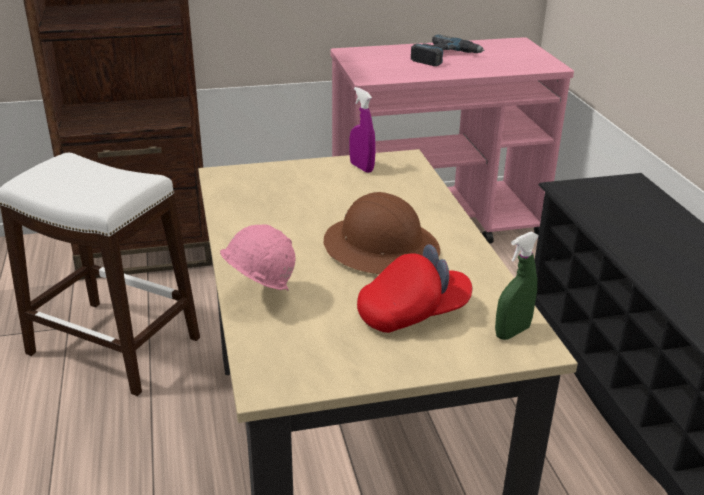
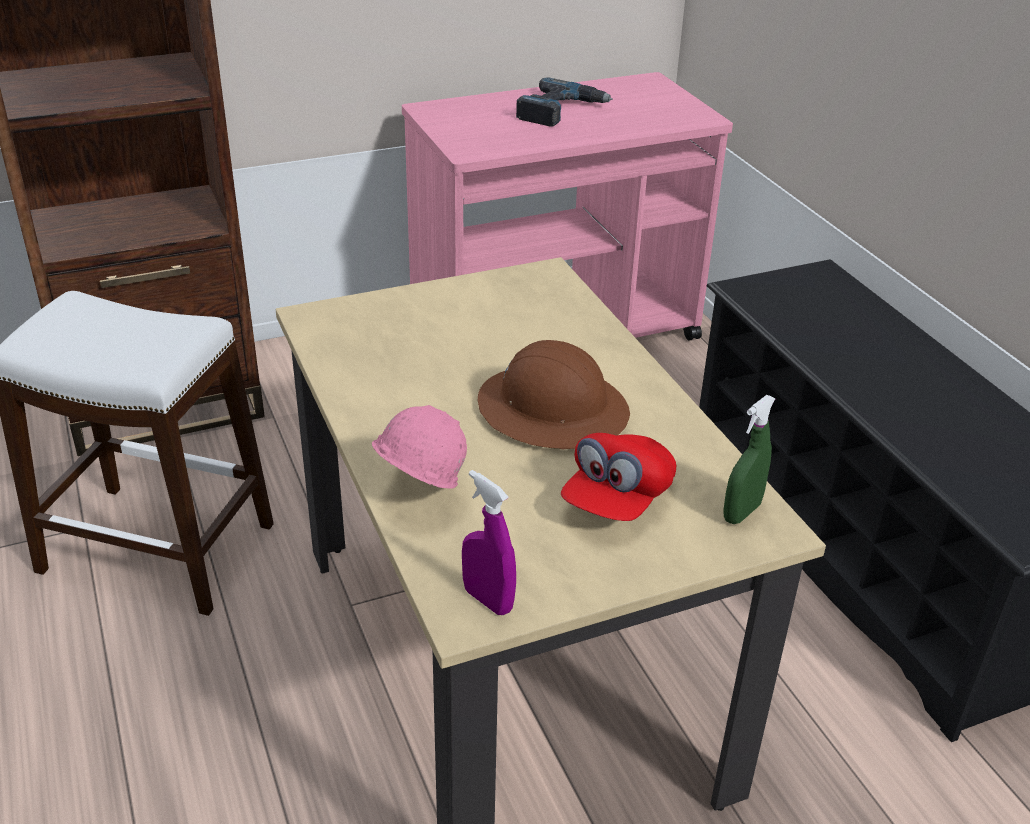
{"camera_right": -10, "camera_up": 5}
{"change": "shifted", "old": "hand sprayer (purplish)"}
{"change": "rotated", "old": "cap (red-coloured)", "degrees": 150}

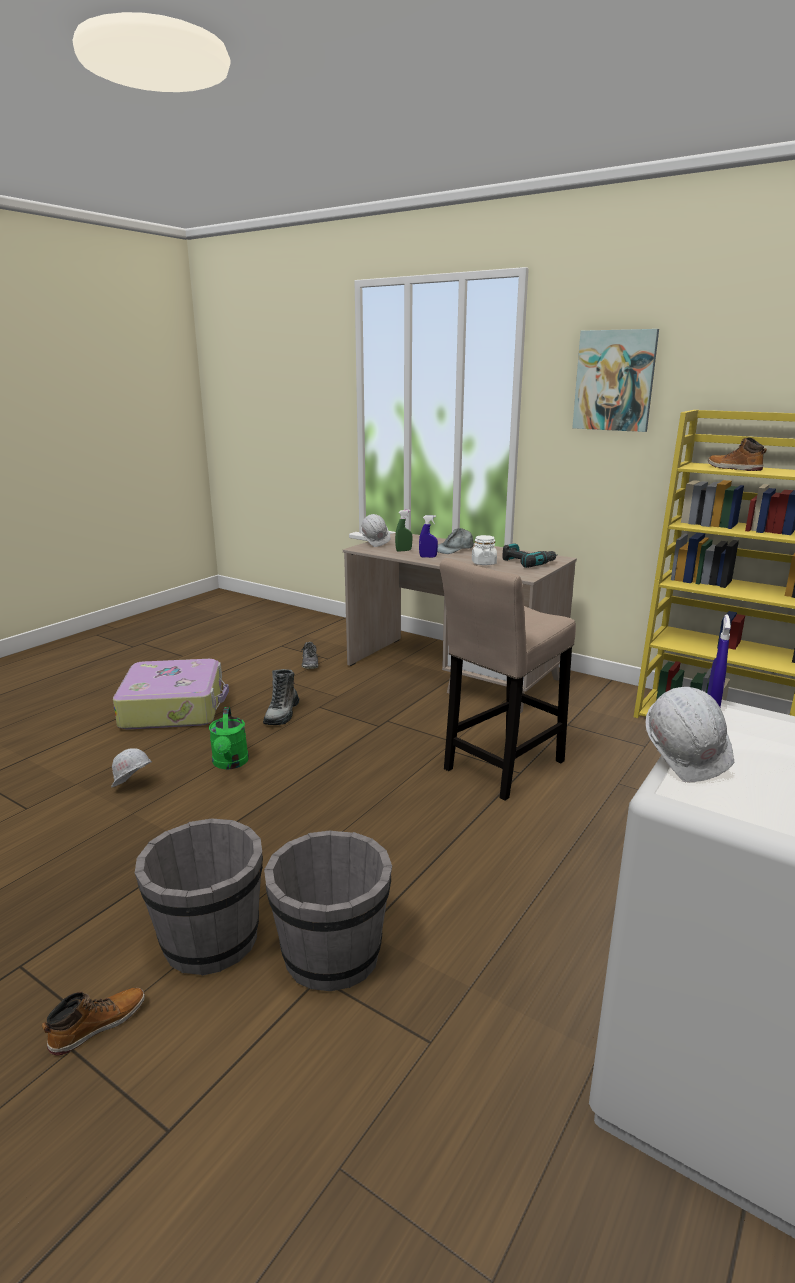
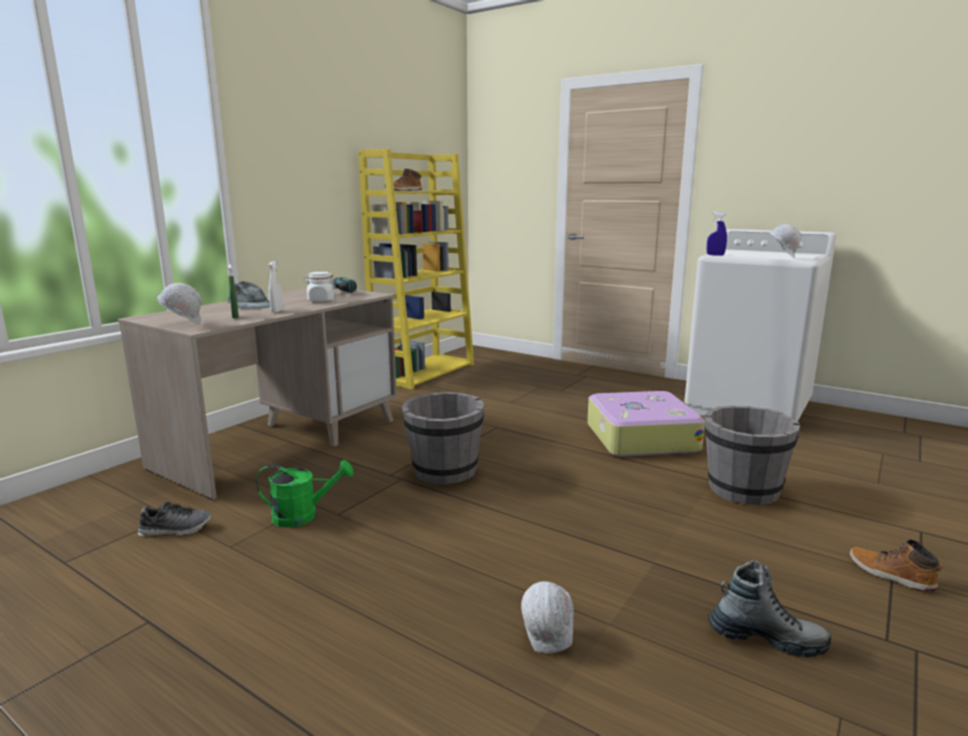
{"camera_right": -90, "camera_up": -5}
{"change": "gone", "old": "wall art"}
{"change": "repainted", "old": "hand sprayer (bluish) (no. 1 from left)", "new": "hand sprayer (whitish)"}
{"change": "gone", "old": "sitting stool (sand-coloured)"}
{"change": "shifted", "old": "suitcase"}
{"change": "shifted", "old": "tall boot (no. 2 from left)"}
{"change": "shifted", "old": "watering pot (green-coloured)"}
{"change": "shifted", "old": "pail (greyish) (no. 1 from left)"}

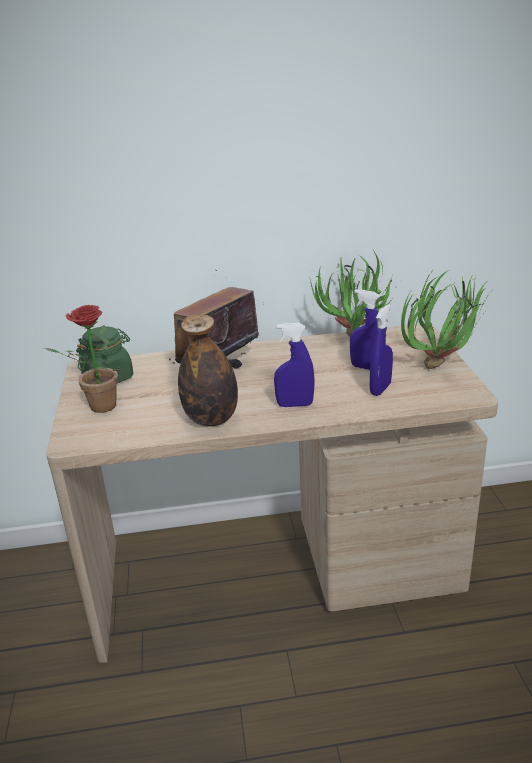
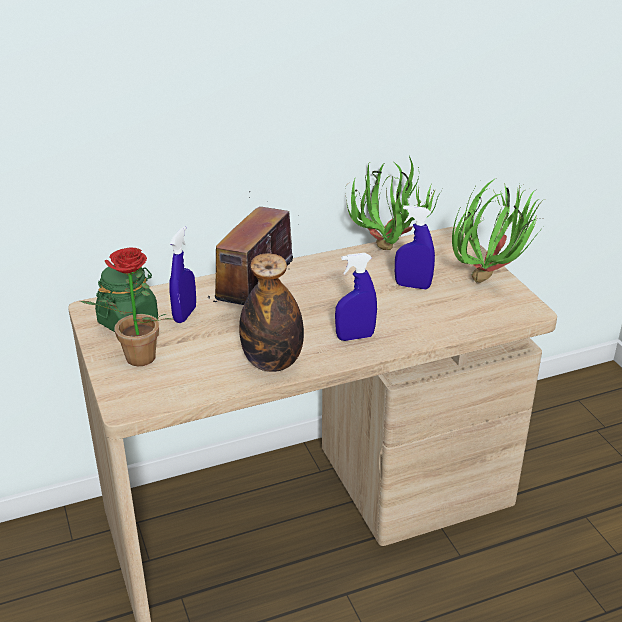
{"camera_right": -15, "camera_up": 5}
{"change": "shifted", "old": "hand sprayer (bluish) (no. 3 from left in the first image)", "new": "hand sprayer (bluish) (no. 1 from left)"}

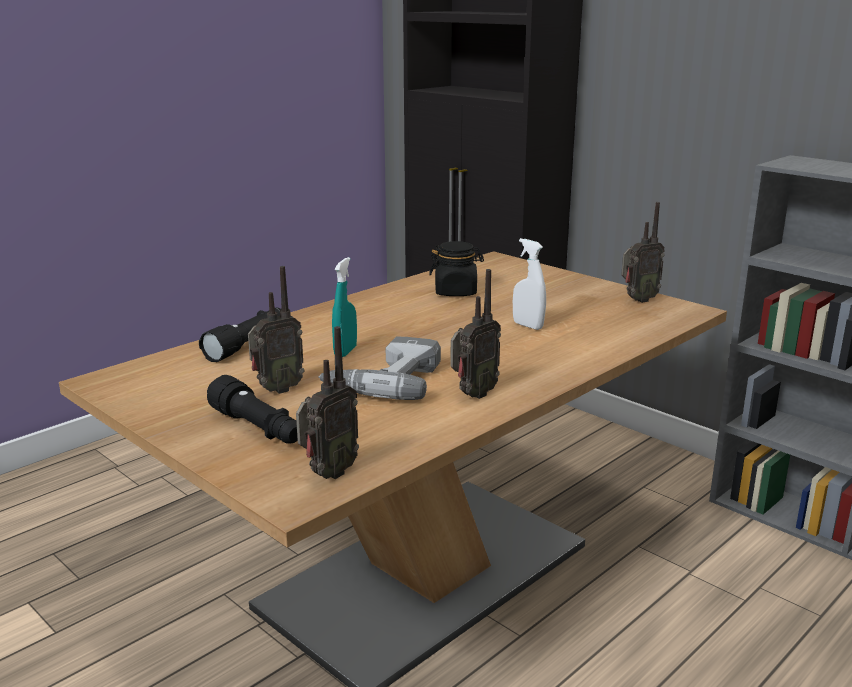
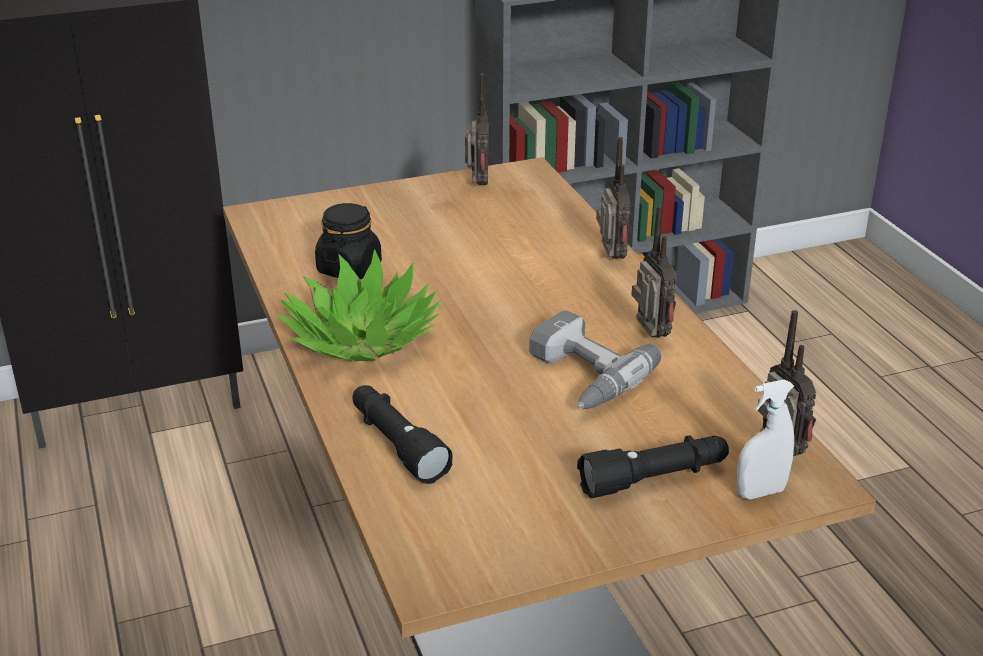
{"camera_right": -65, "camera_up": 10}
{"change": "shifted", "old": "hand sprayer (whitish)"}
{"change": "gone", "old": "hand sprayer (blue-green)"}
{"change": "shifted", "old": "radio set (no. 1 from left in the first image)", "new": "radio set (no. 2 from left)"}
{"change": "new", "new": "plant in a pot"}

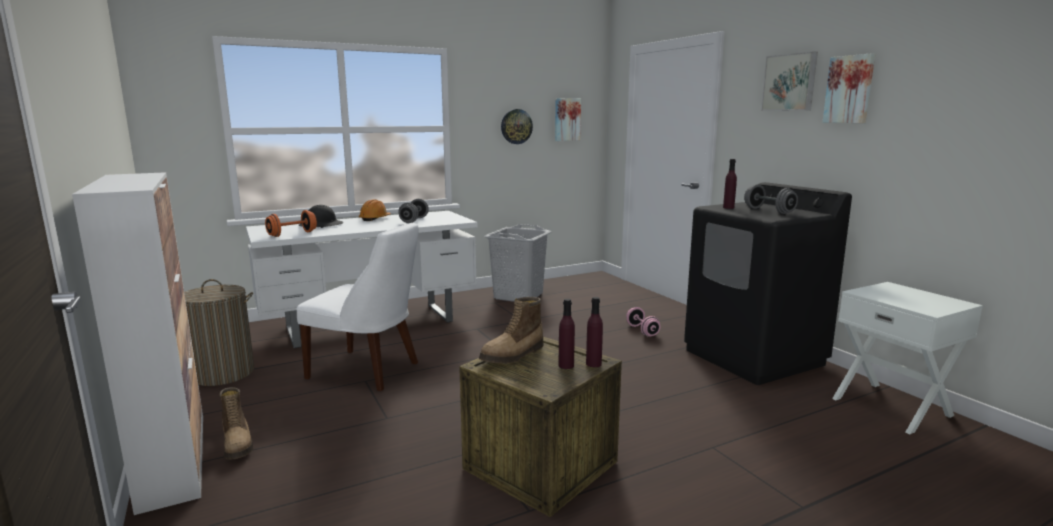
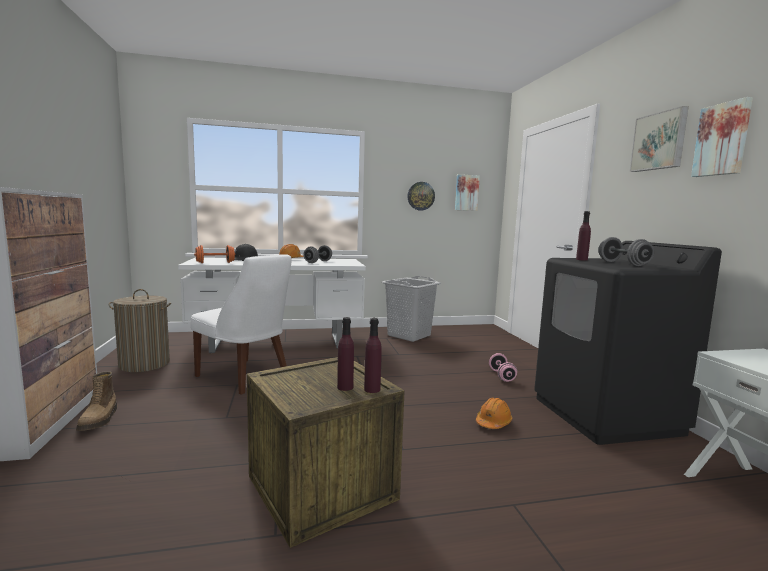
{"camera_right": 15, "camera_up": -5}
{"change": "gone", "old": "tall boot (no. 2 from left)"}
{"change": "new", "new": "work helmet (orange) (no. 2 from left)"}

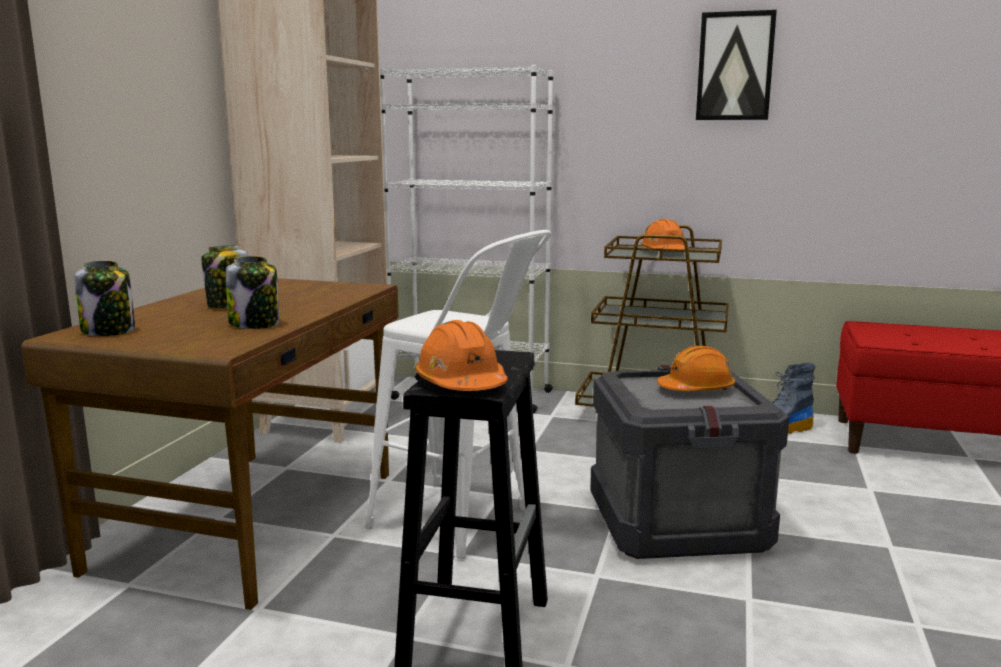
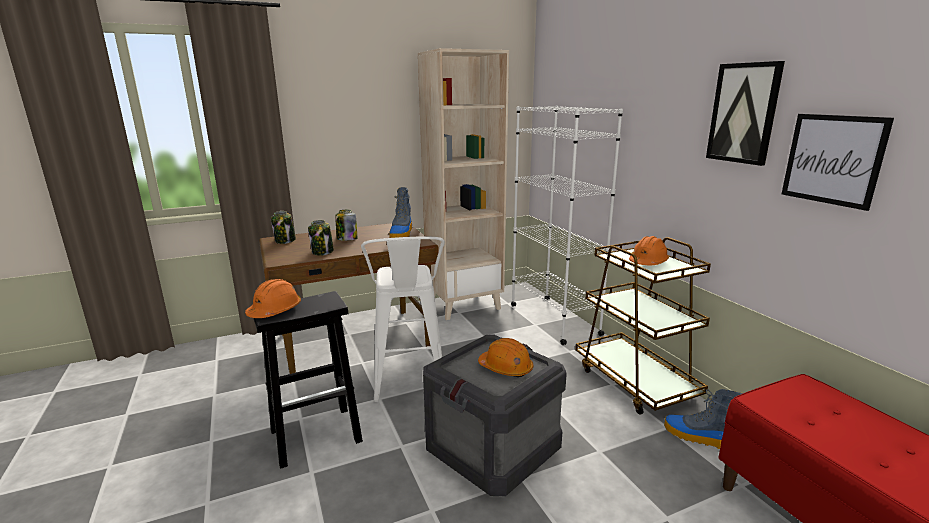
{"camera_right": 50, "camera_up": 5}
{"change": "new", "new": "wall art (no. 2 from left)"}
{"change": "new", "new": "tall boot (no. 1 from left)"}

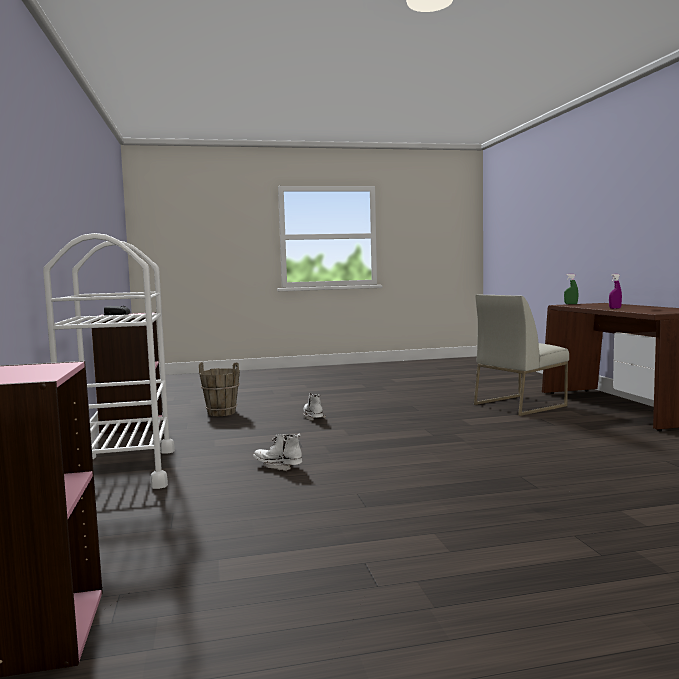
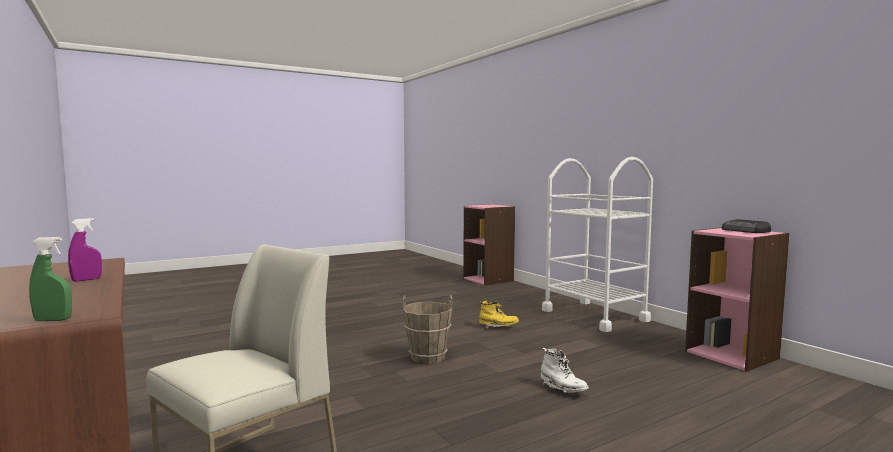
{"camera_right": 160, "camera_up": 0}
{"change": "shifted", "old": "pail (brown)"}
{"change": "repainted", "old": "tall boot (whitish) (no. 1 from left)", "new": "tall boot (yellowish)"}

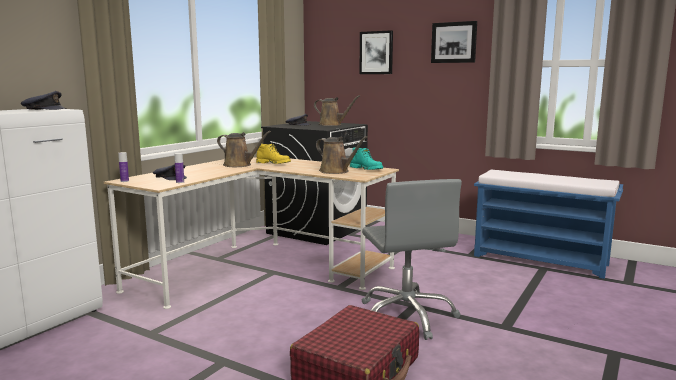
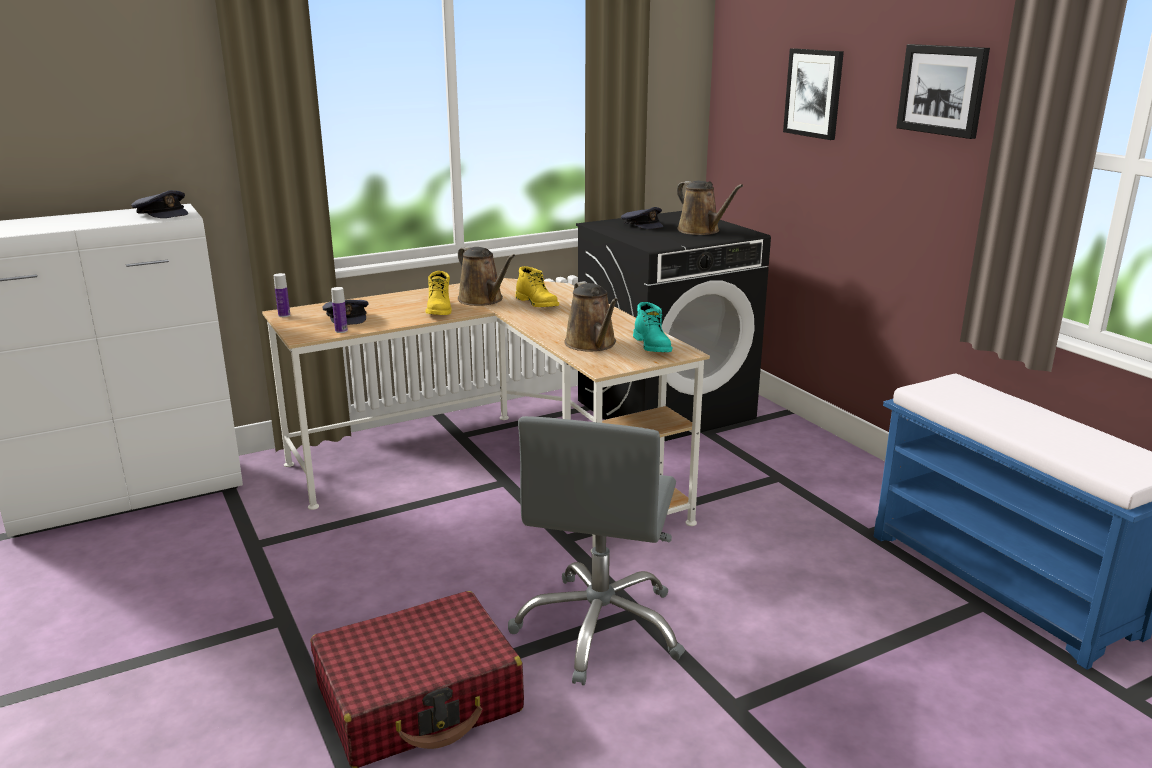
{"camera_right": 30, "camera_up": 10}
{"change": "new", "new": "tall boot (yellowish) (no. 1 from left)"}

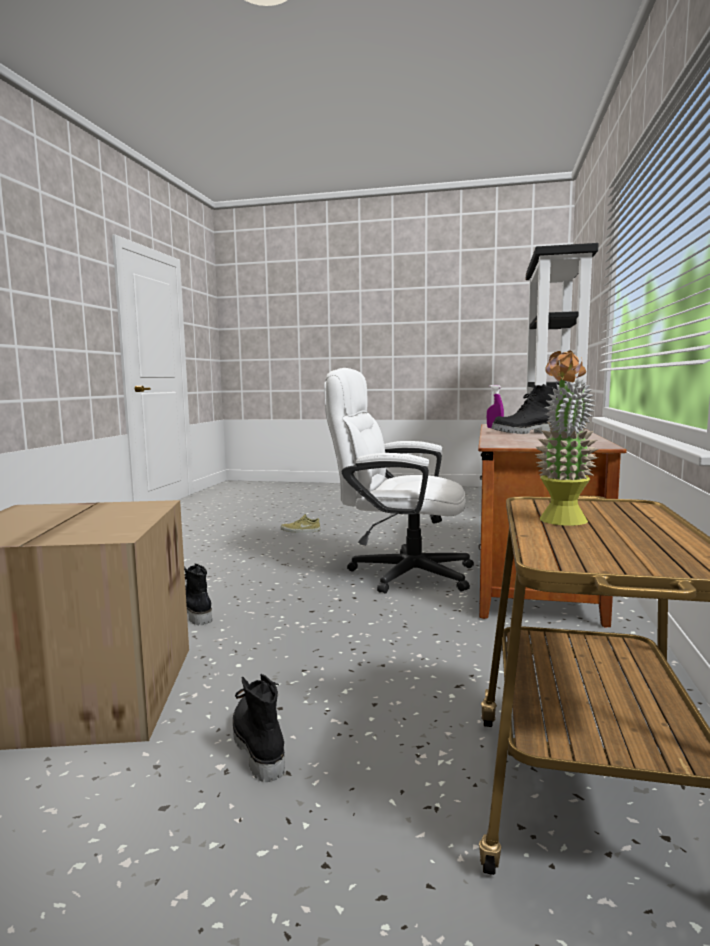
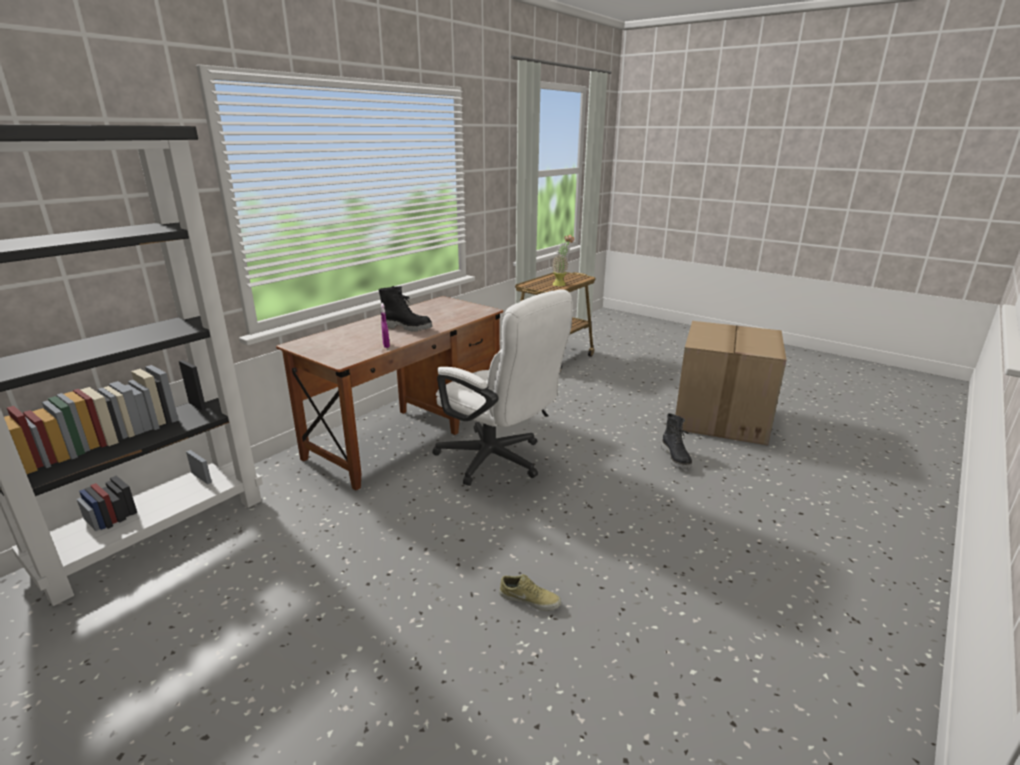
{"camera_right": -155, "camera_up": 15}
{"change": "gone", "old": "tall boot (blackish) (no. 2 from left)"}

